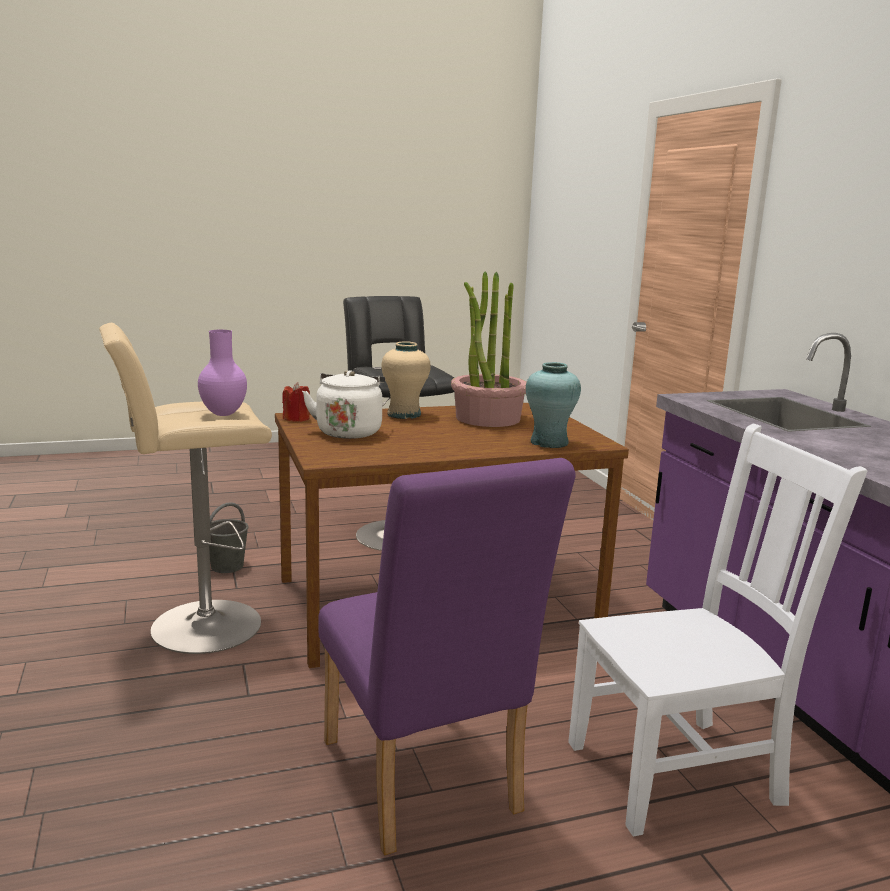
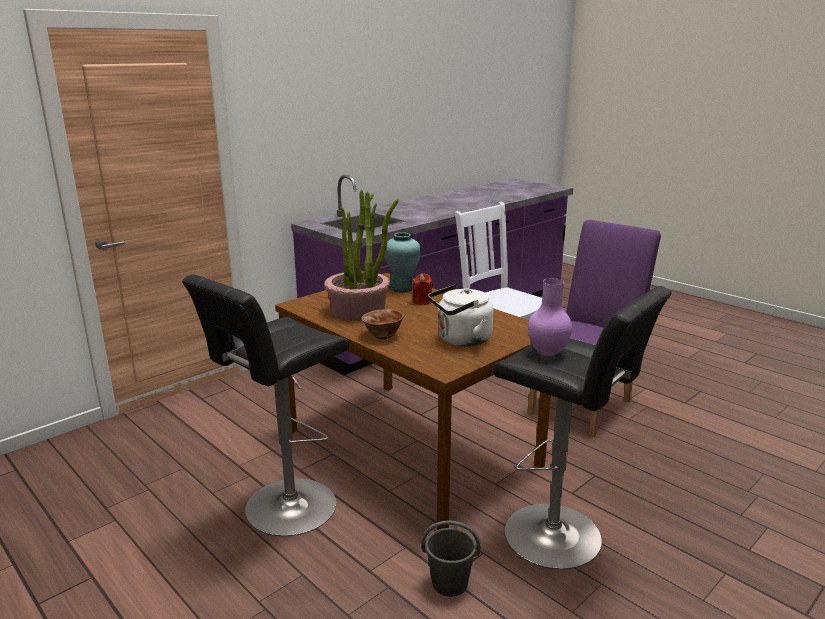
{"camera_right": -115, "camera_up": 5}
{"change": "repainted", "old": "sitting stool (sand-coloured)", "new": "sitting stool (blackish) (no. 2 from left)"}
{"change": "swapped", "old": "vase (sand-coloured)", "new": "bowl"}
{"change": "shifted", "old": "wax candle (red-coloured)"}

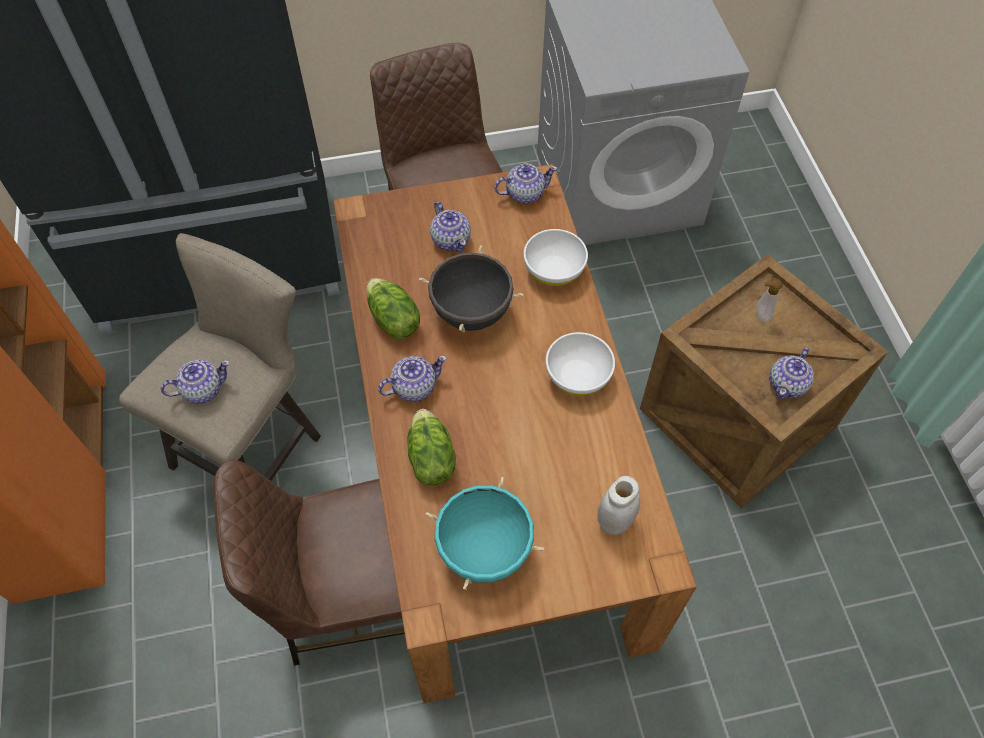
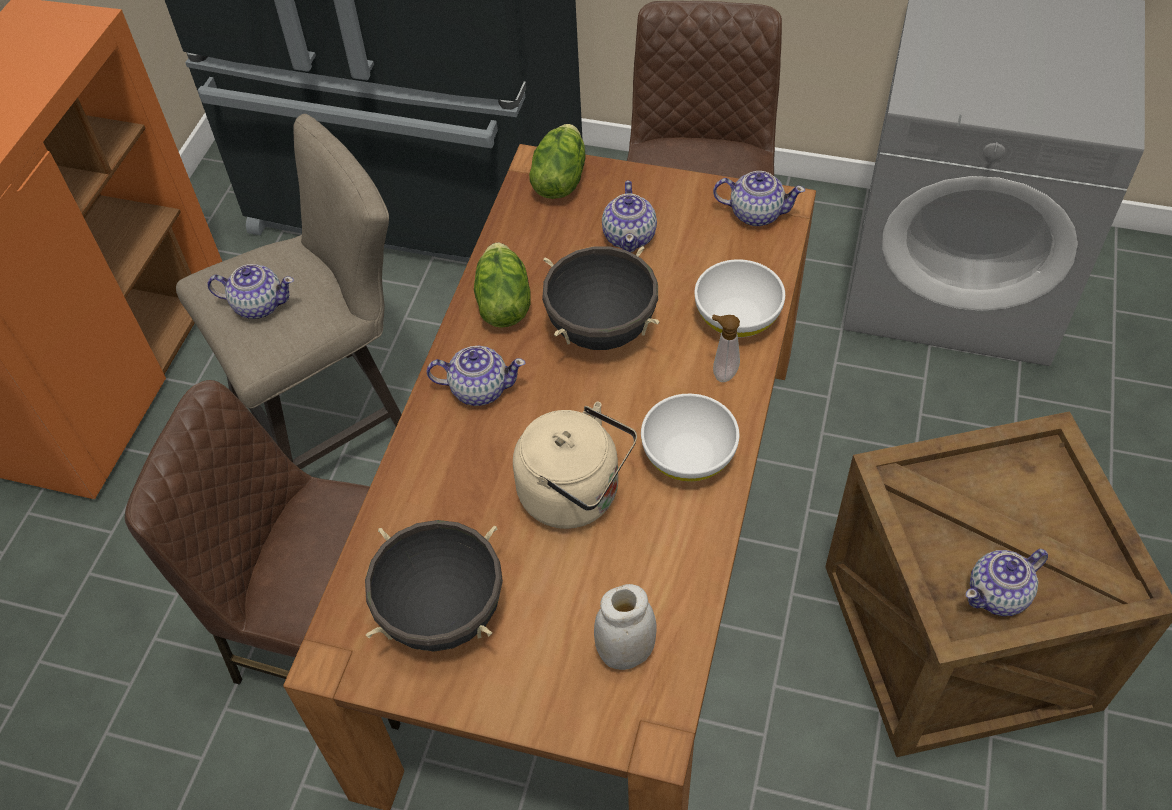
{"camera_right": 30, "camera_up": -5}
{"change": "shifted", "old": "soap bottle"}
{"change": "shifted", "old": "head of lettuce (no. 2 from left)"}
{"change": "repainted", "old": "cooking pot (blue-green)", "new": "cooking pot (blackish) (no. 1 from left)"}
{"change": "new", "new": "water kettle (sand-coloured)"}

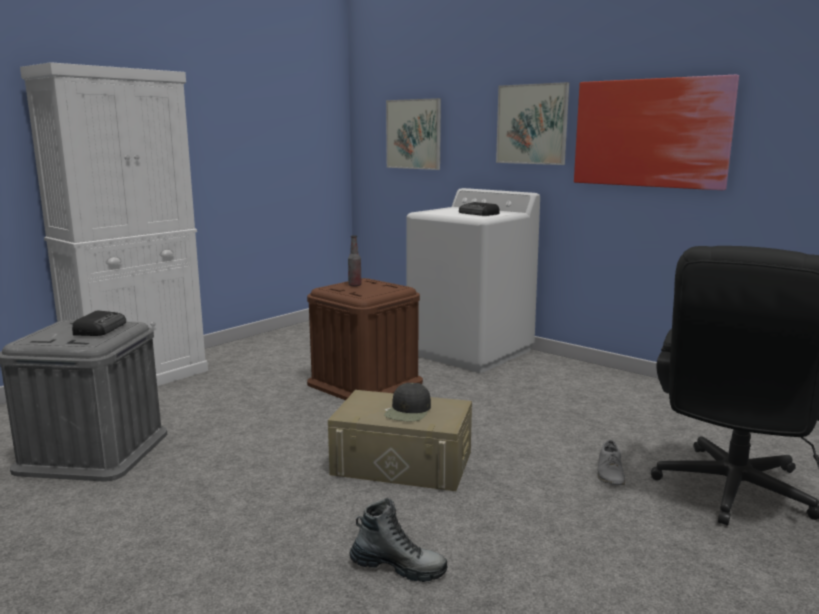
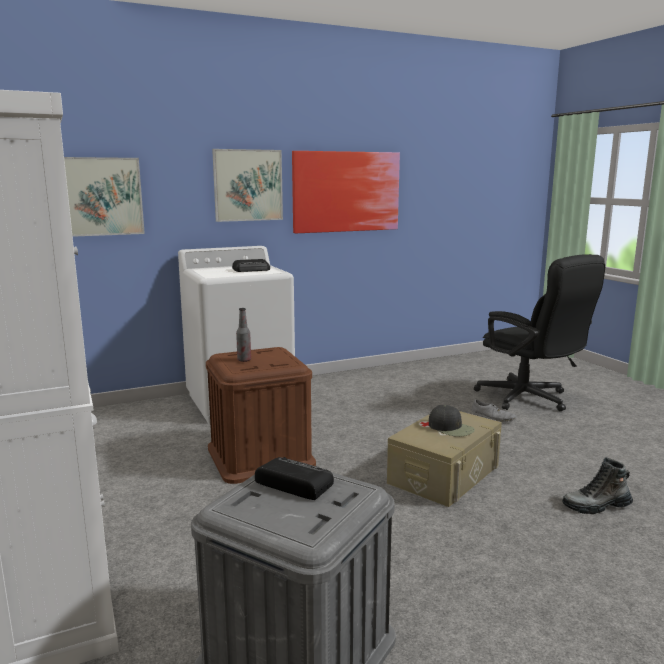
{"camera_right": -65, "camera_up": 0}
{"change": "rotated", "old": "tall boot", "degrees": -135}

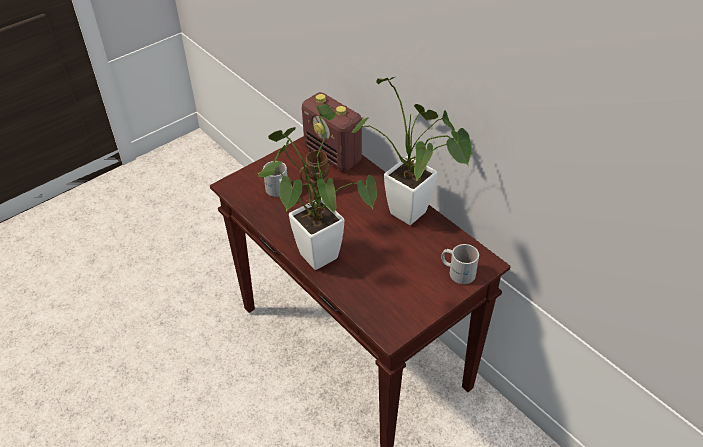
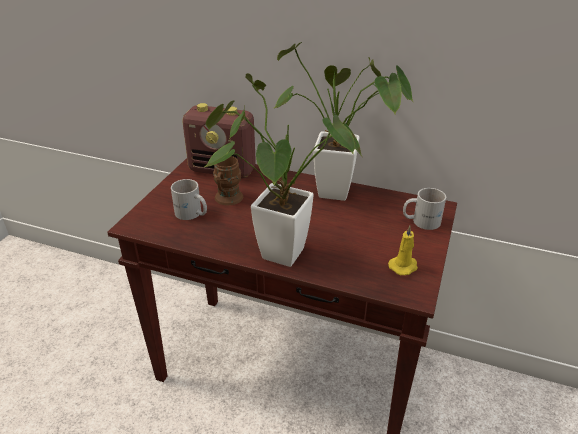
{"camera_right": -30, "camera_up": -10}
{"change": "new", "new": "wax candle (yellowish)"}

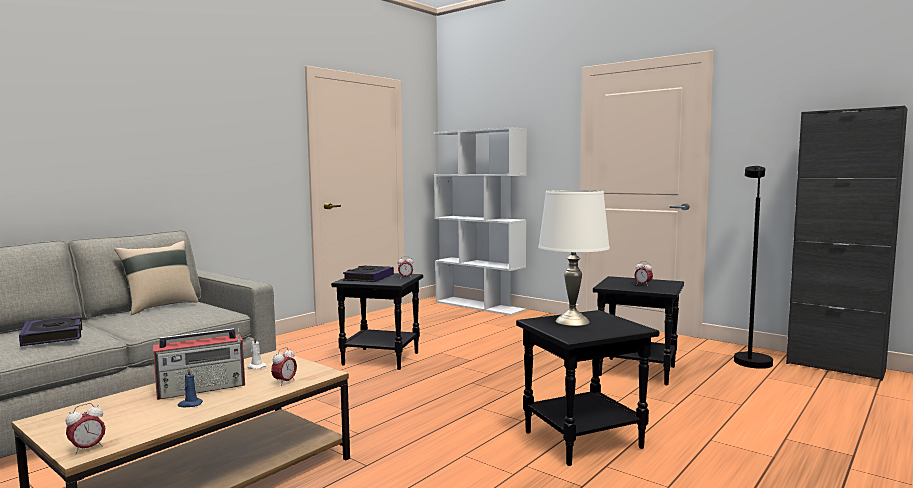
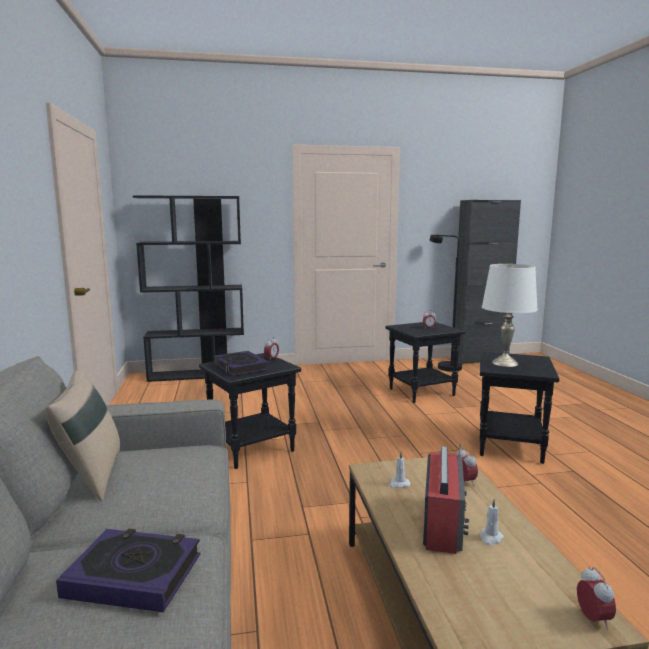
{"camera_right": -50, "camera_up": 5}
{"change": "repainted", "old": "bookshelf (whitish)", "new": "bookshelf (blackish)"}
{"change": "repainted", "old": "wax candle (bluish)", "new": "wax candle (whitish) (no. 2 from left)"}

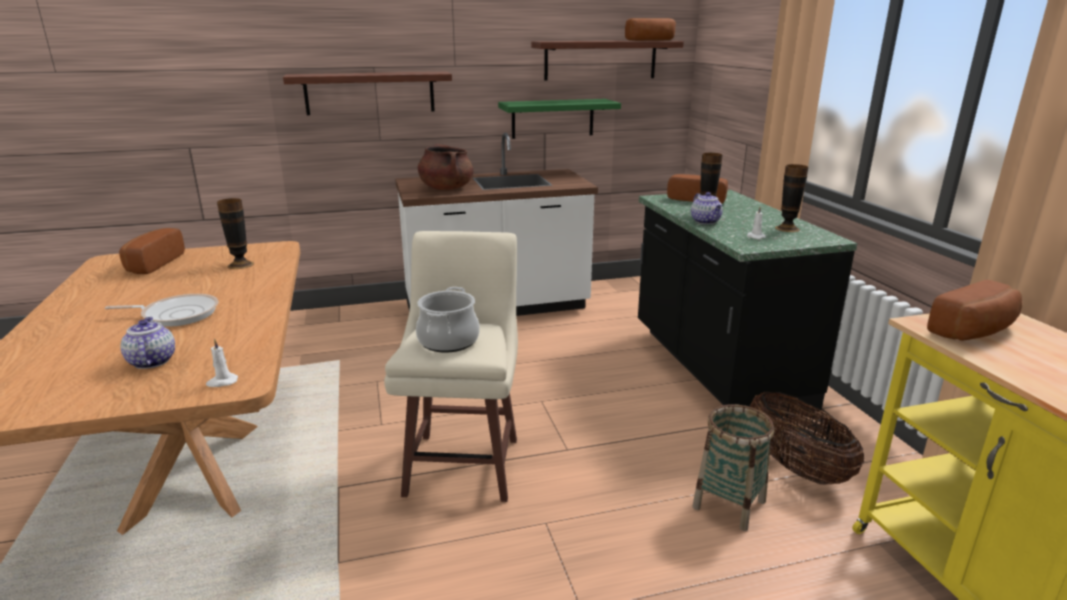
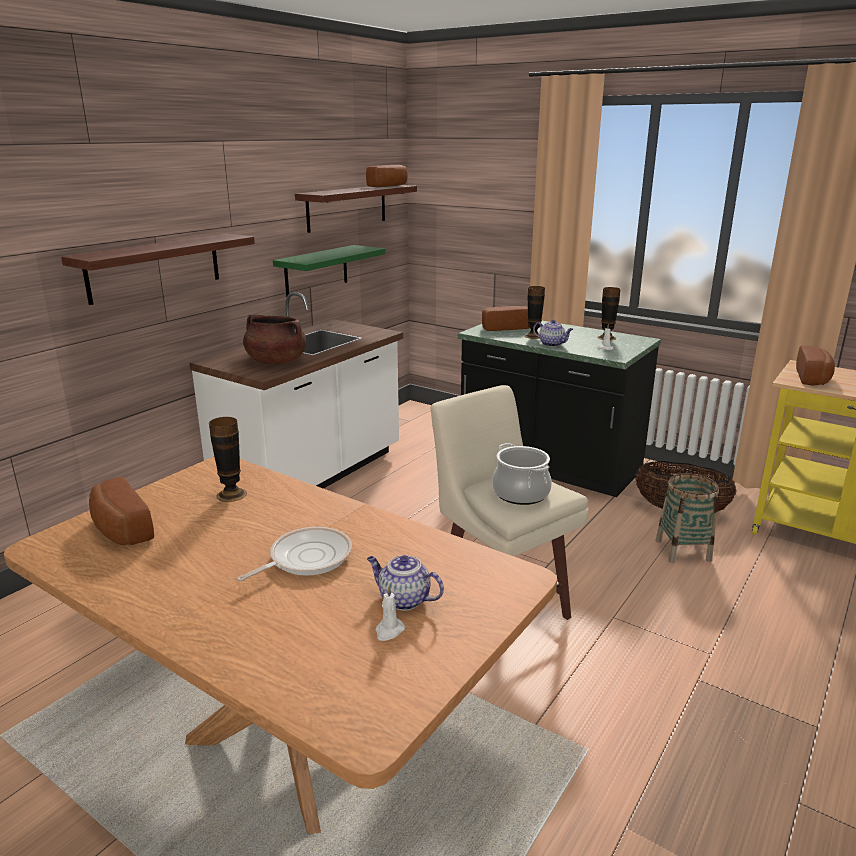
{"camera_right": -40, "camera_up": 0}
{"change": "shifted", "old": "wax candle (whitish) (no. 1 from left)"}

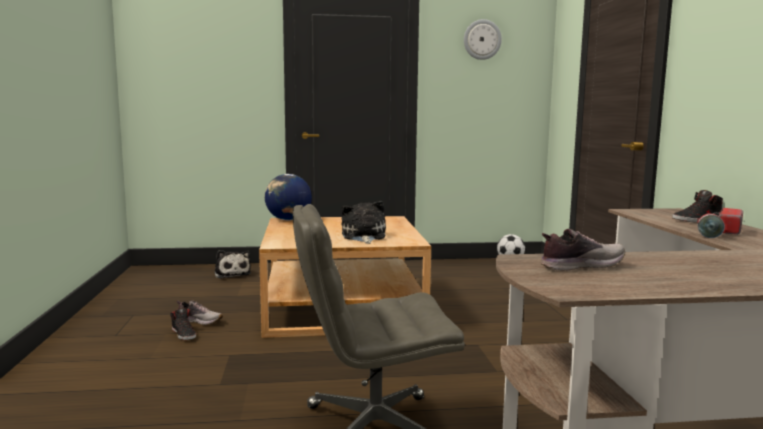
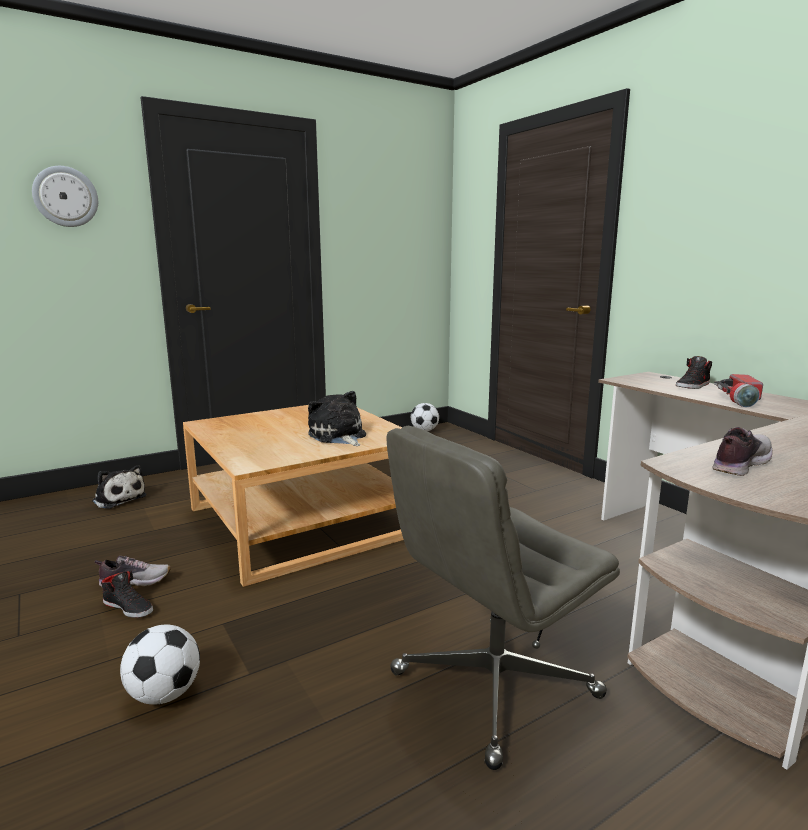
{"camera_right": -25, "camera_up": 5}
{"change": "shifted", "old": "hanging clock"}
{"change": "gone", "old": "world globe"}
{"change": "new", "new": "ball for football (no. 1 from left)"}

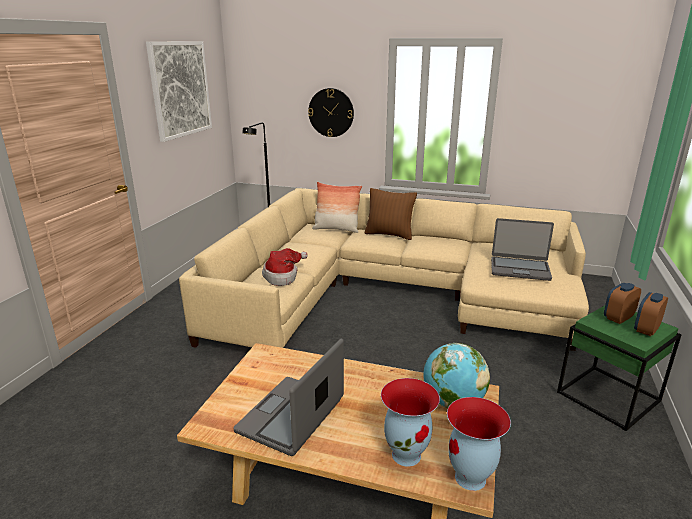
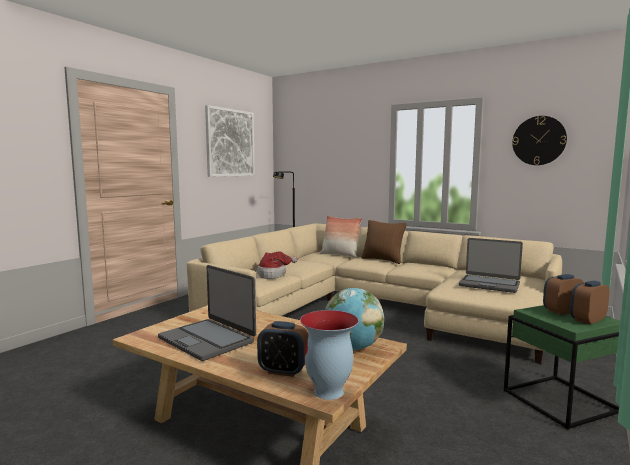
{"camera_right": 15, "camera_up": -15}
{"change": "shifted", "old": "hanging clock"}
{"change": "rotated", "old": "notebook computer (no. 1 from left)", "degrees": -90}
{"change": "swapped", "old": "vase (no. 1 from left)", "new": "alarm clock (no. 1 from left)"}

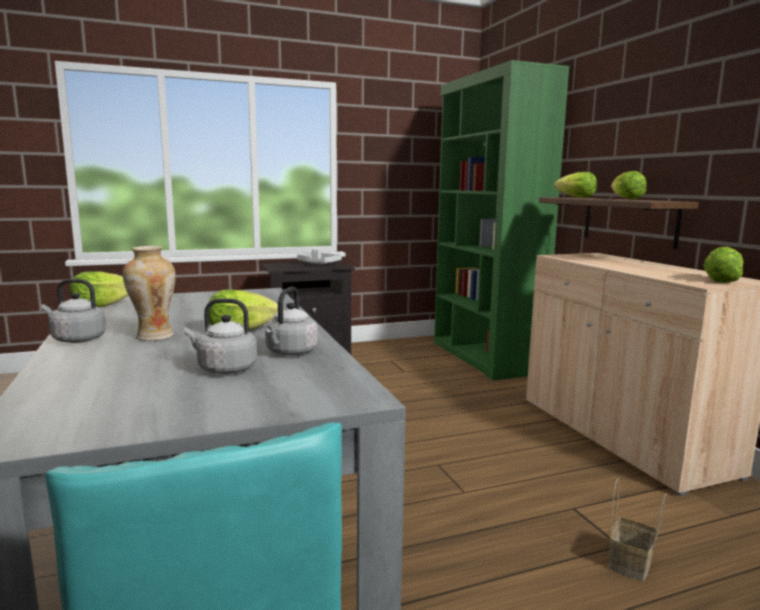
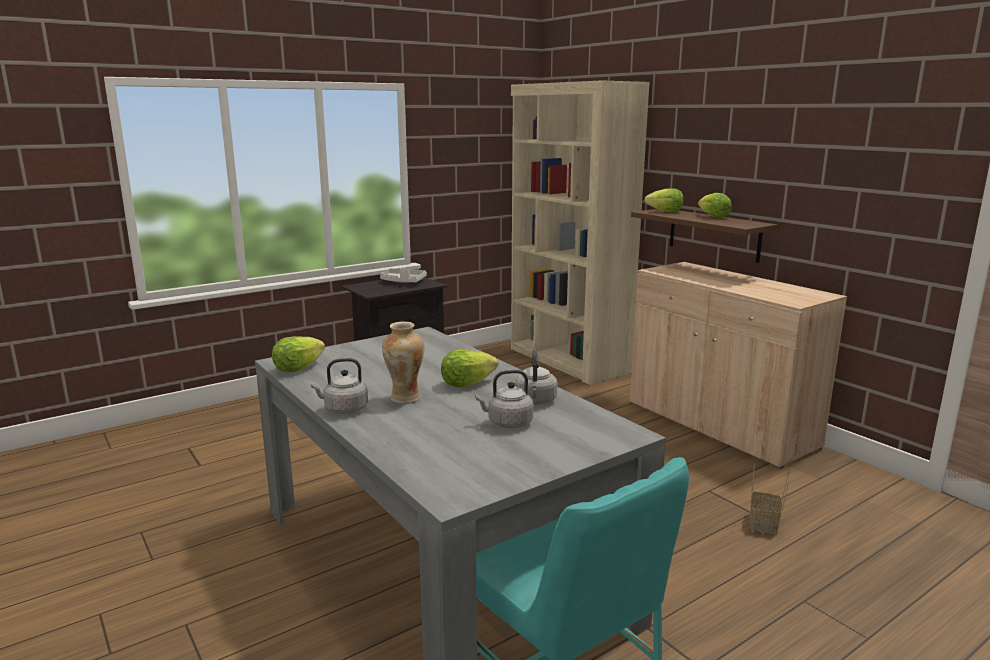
{"camera_right": -15, "camera_up": 5}
{"change": "repainted", "old": "bookshelf (green-coloured)", "new": "bookshelf (sand-coloured)"}
{"change": "gone", "old": "head of lettuce (no. 5 from left)"}

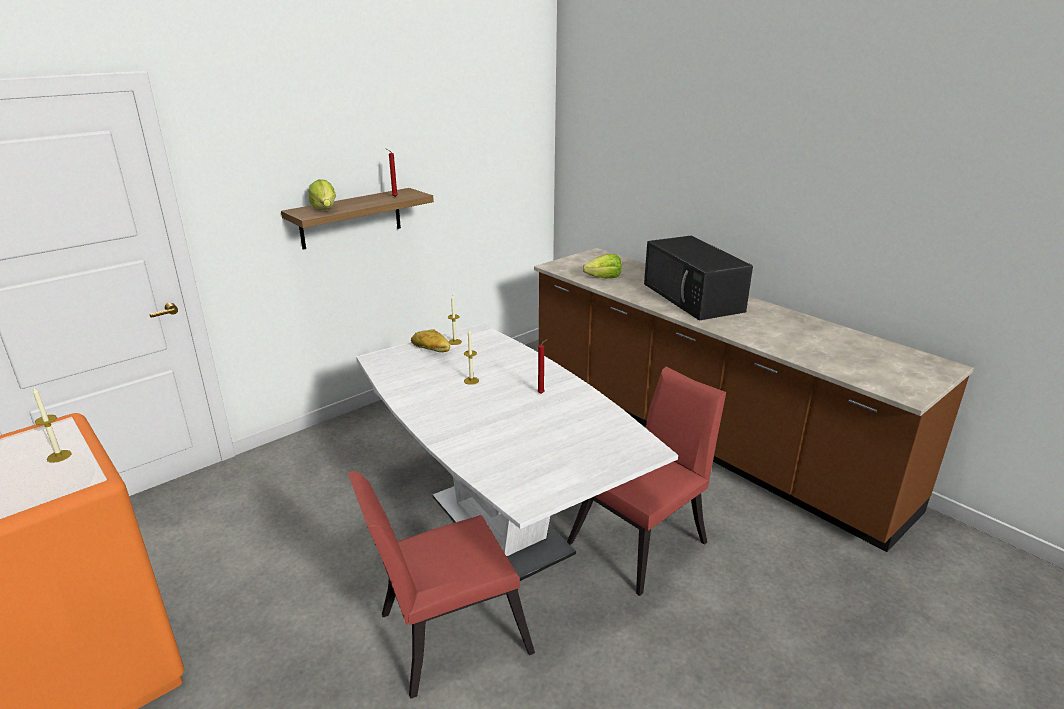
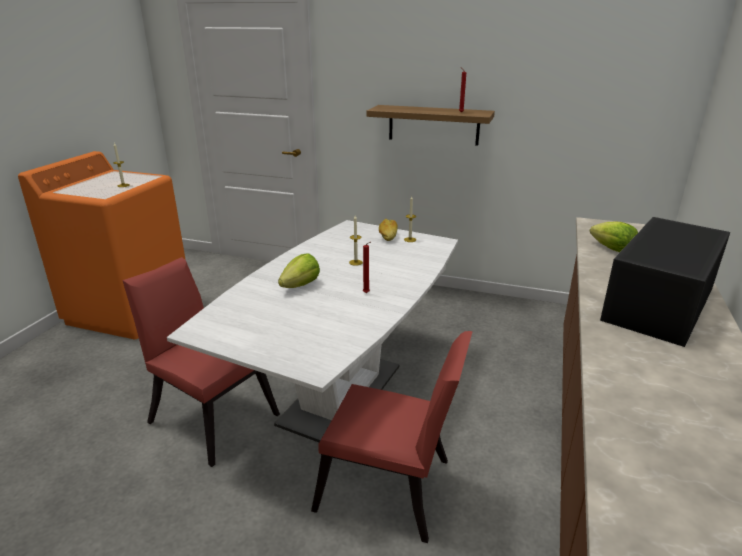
{"camera_right": 60, "camera_up": 0}
{"change": "shifted", "old": "head of lettuce (no. 1 from left)"}

